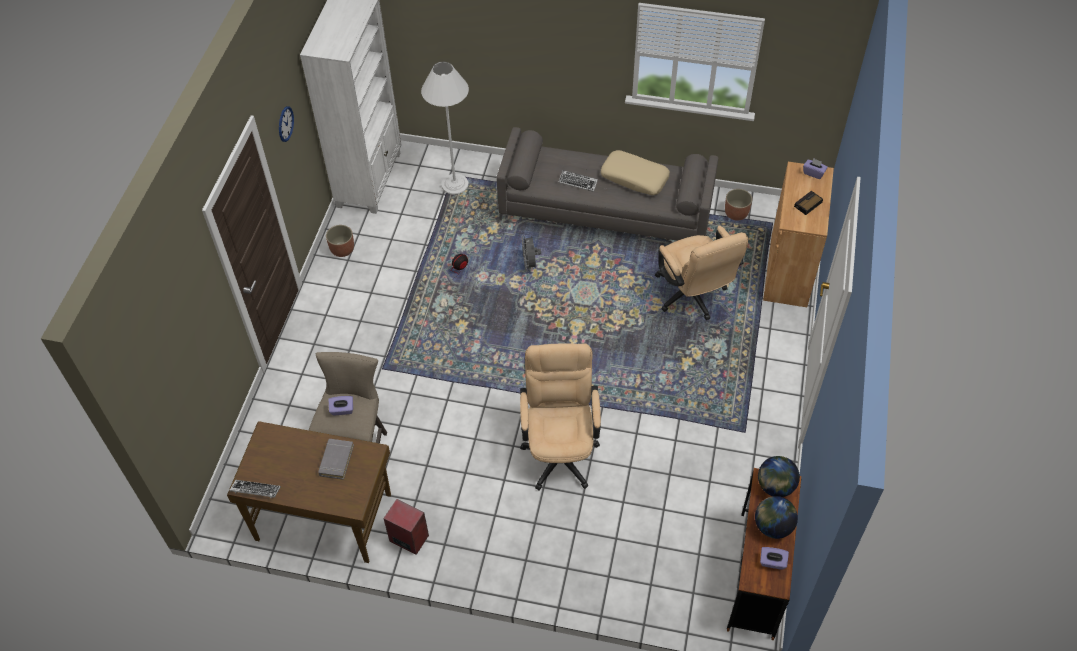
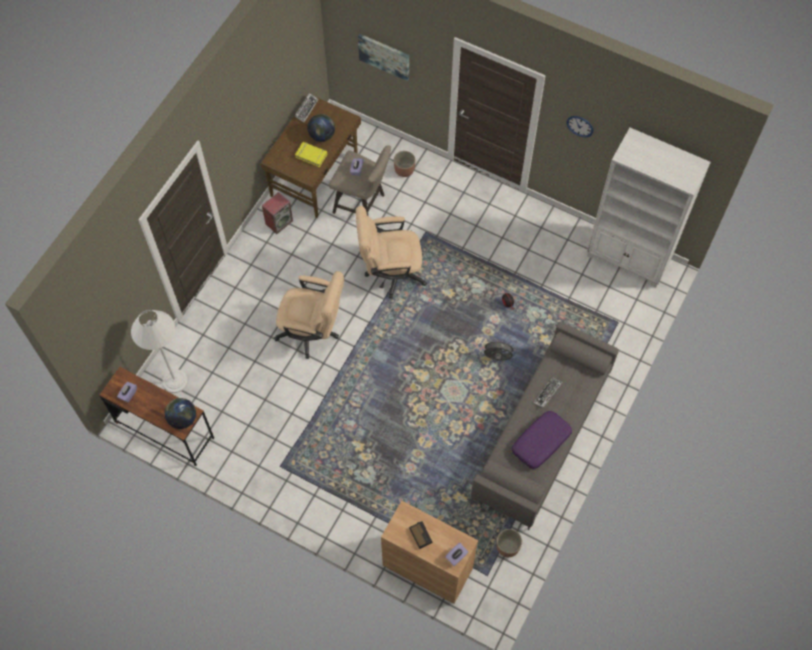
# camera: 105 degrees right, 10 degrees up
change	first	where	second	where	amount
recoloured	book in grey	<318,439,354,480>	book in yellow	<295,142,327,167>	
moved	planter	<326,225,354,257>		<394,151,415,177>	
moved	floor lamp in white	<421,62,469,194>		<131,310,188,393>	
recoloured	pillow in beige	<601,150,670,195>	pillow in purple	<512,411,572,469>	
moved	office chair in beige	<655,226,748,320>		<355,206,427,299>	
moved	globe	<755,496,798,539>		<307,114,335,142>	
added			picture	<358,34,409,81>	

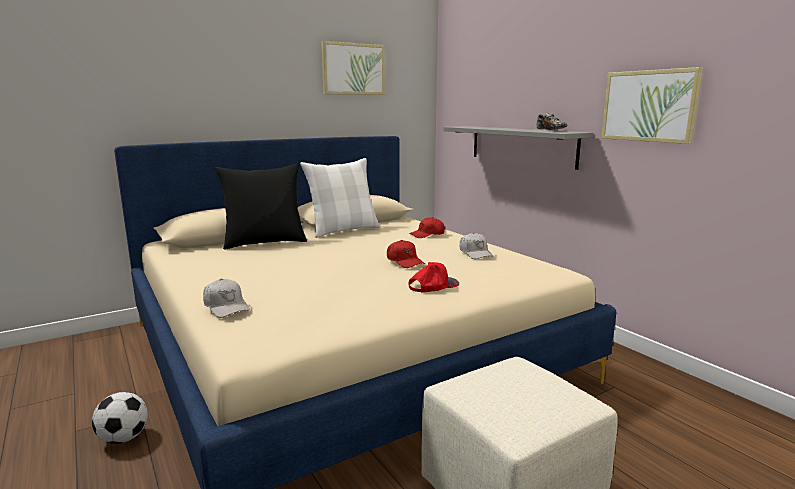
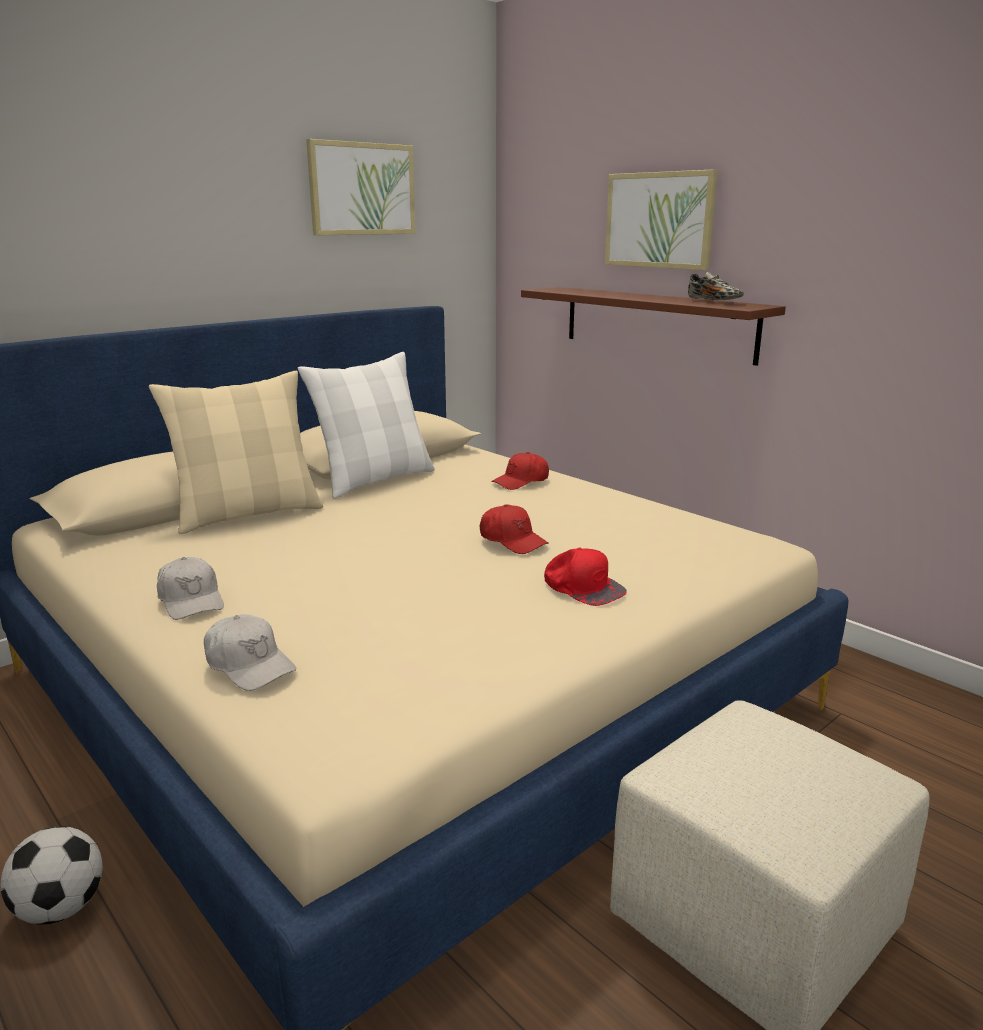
# camera: 10 degrees left, 5 degrees up
change	first	where	second	where	amount
recoloured	pillow in black	<215,164,307,250>	pillow in beige	<149,371,323,534>	
turned	cap in red	<408,262,459,293>		<544,548,627,606>	90 degrees clockwise
recoloured	shelf in grey	<444,126,593,170>	shelf in brown	<521,287,786,366>	
moved	cap in white	<460,233,494,259>		<157,557,224,620>	
moved	picture	<601,67,703,144>		<605,169,718,270>	

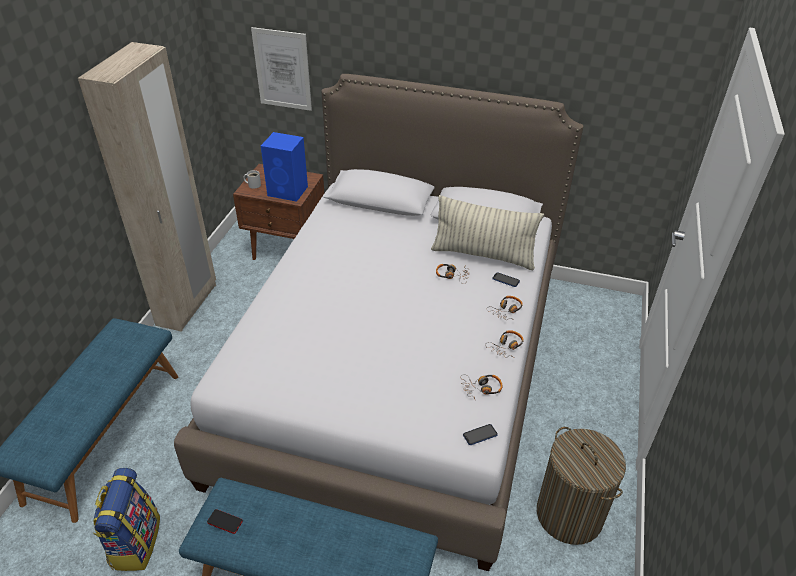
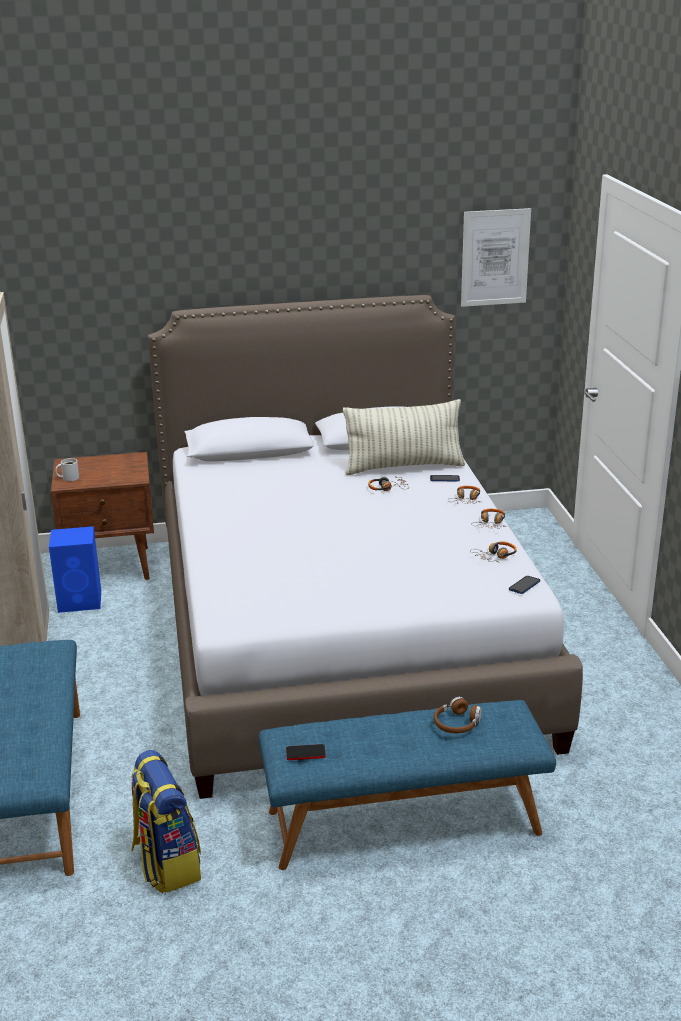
# camera: 25 degrees left, 15 degrees down
change	first	where	second	where	amount
moved	picture	<251,27,312,111>		<461,208,531,307>	
moved	speaker in blue	<261,132,308,202>		<49,526,101,613>	
removed	laundry basket	<537,427,626,545>			
added			headphones in brown	<434,697,482,733>	

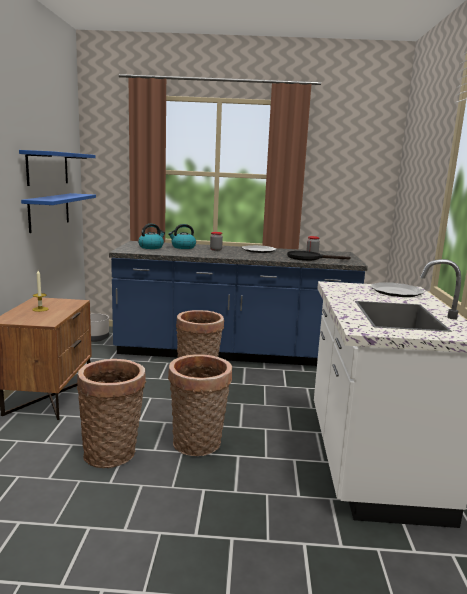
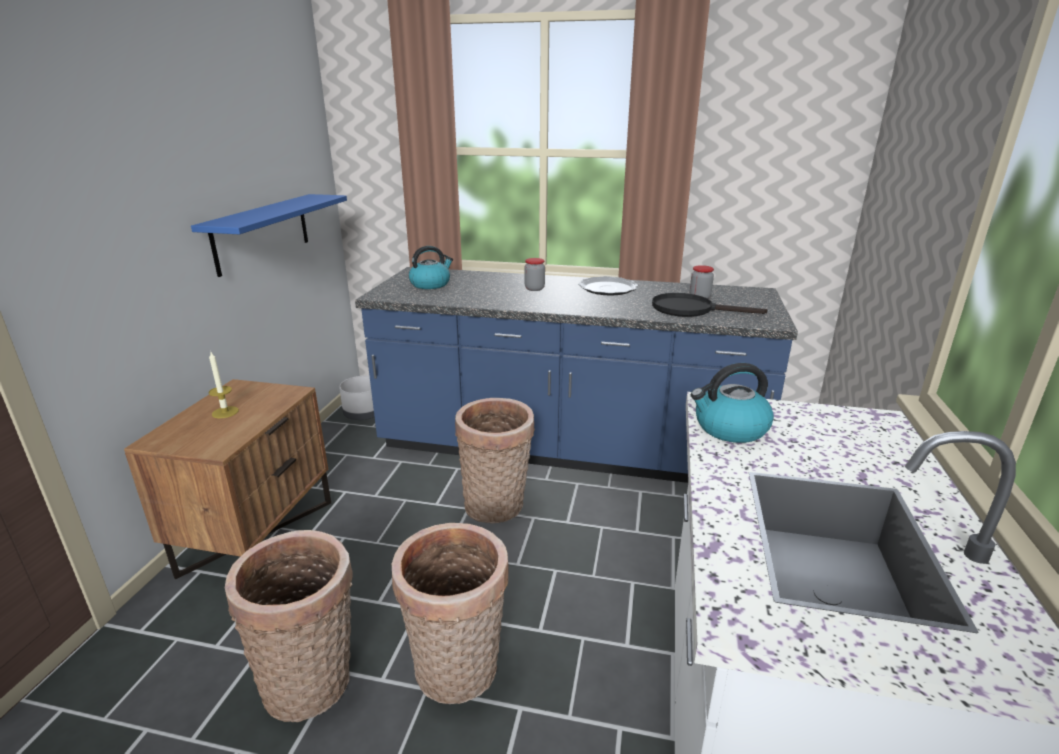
# camera: 10 degrees right, 10 degrees up
change	first	where	second	where	amount
removed	shelf in blue	<19,150,96,186>			
moved	kettle	<168,224,196,249>		<691,363,774,443>	
removed	plate	<371,282,424,297>			

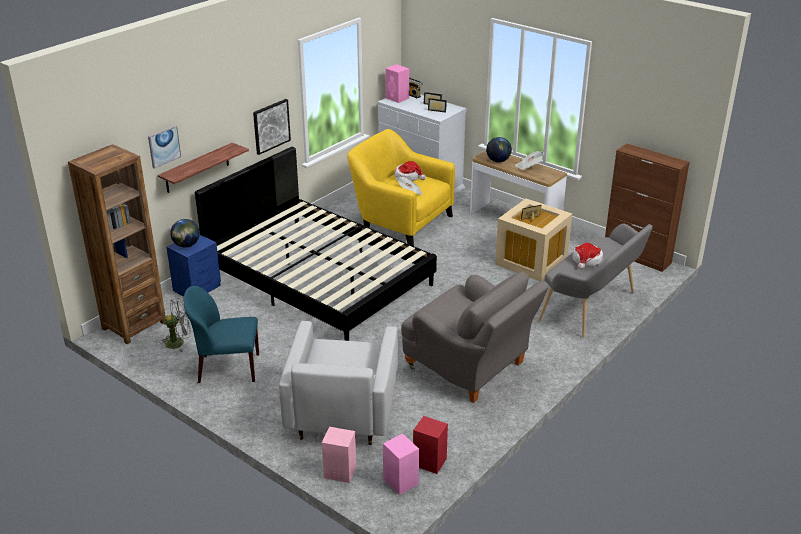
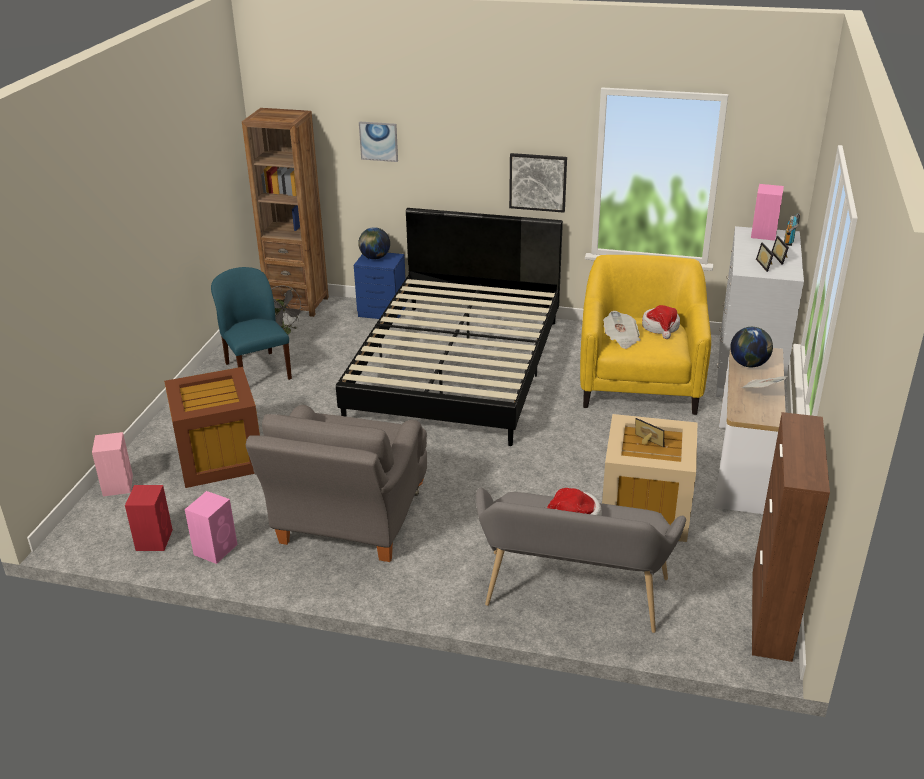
# camera: 65 degrees right, 0 degrees up
change	first	where	second	where	amount
removed	shelf	<158,143,249,193>			
replaced	armchair in white	<279,321,398,445>	storage box in brown	<164,367,260,488>	
moved	speaker in pink	<383,433,419,495>		<185,491,238,564>	

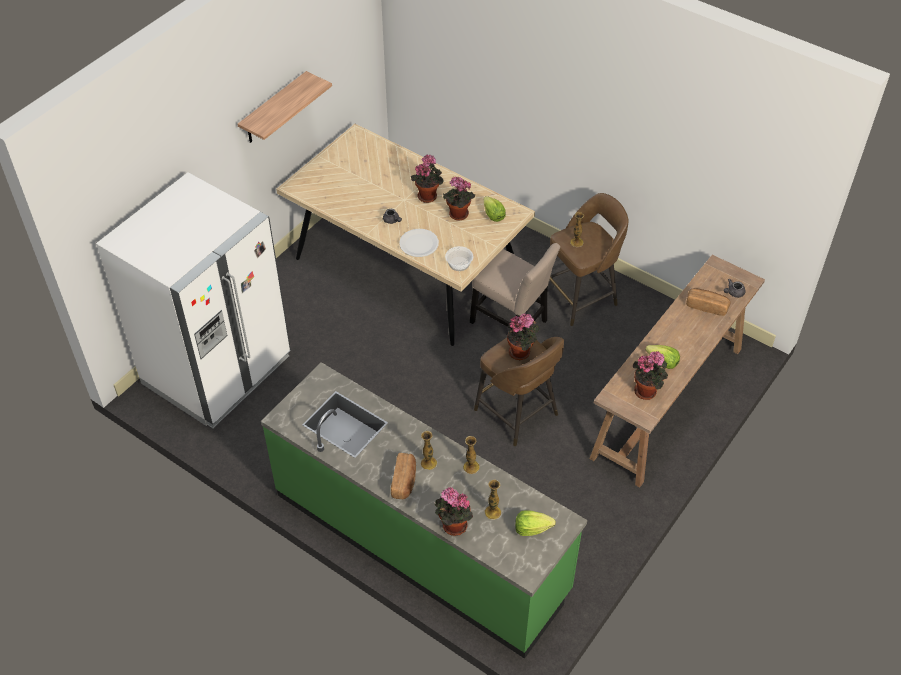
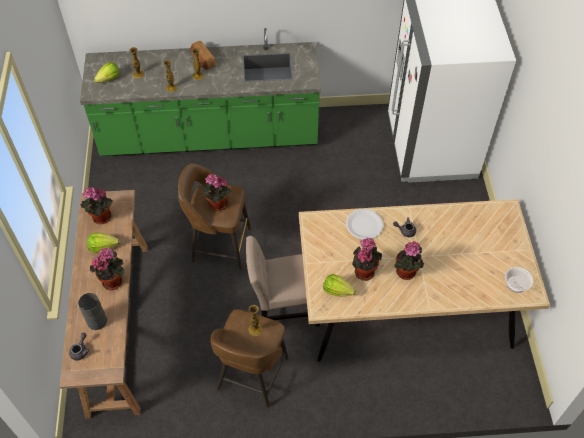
# camera: 140 degrees right, 5 degrees up
change	first	where	second	where	amount
removed	shelf	<238,71,332,143>			
moved	potted plant	<435,487,473,536>		<90,248,124,290>	
moved	bowl	<445,246,474,271>		<505,267,533,293>	
replaced	bread	<686,288,730,316>	vase in grey	<78,293,107,330>	

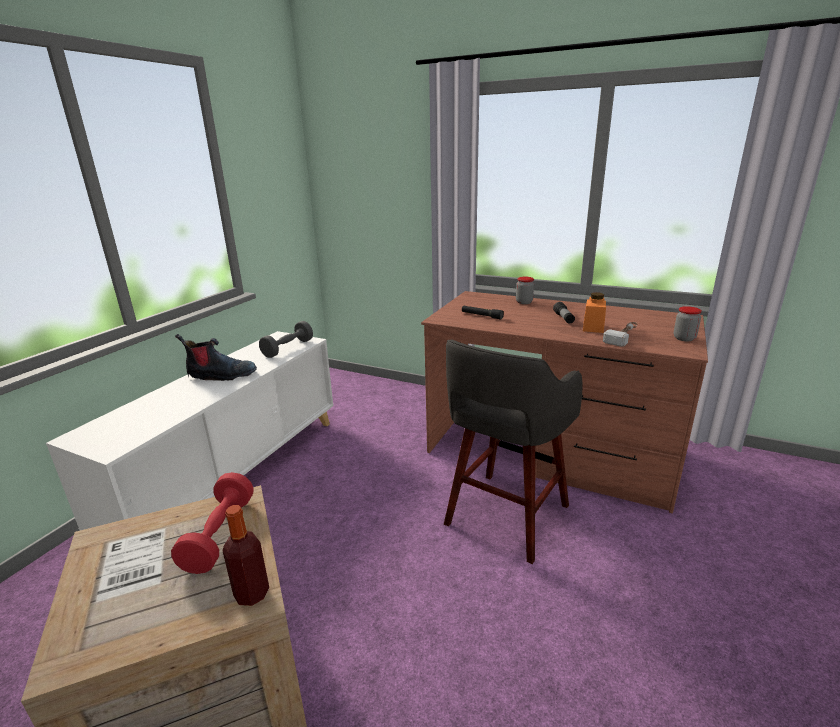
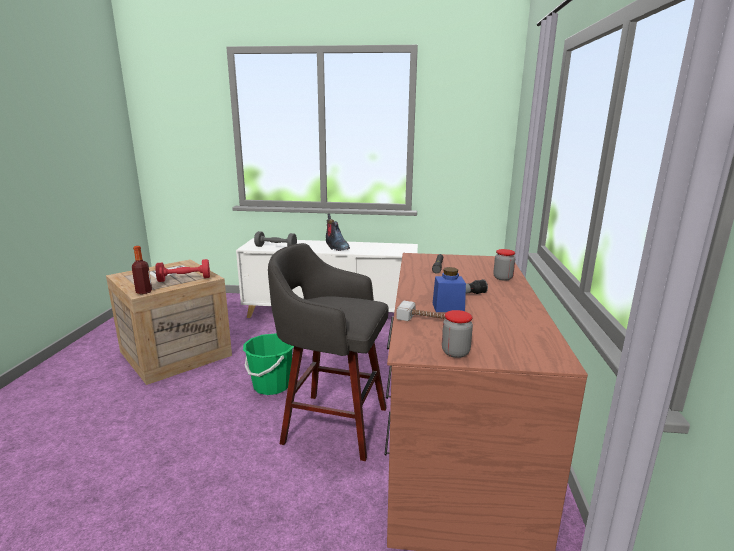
# camera: 70 degrees right, 5 degrees down
change	first	where	second	where	amount
moved	dumbbell in grey	<259,321,313,358>		<254,231,297,247>	
recoloured	jar in orange	<583,292,606,333>	jar in blue	<433,267,466,312>	
added			bucket in green	<243,333,294,395>	

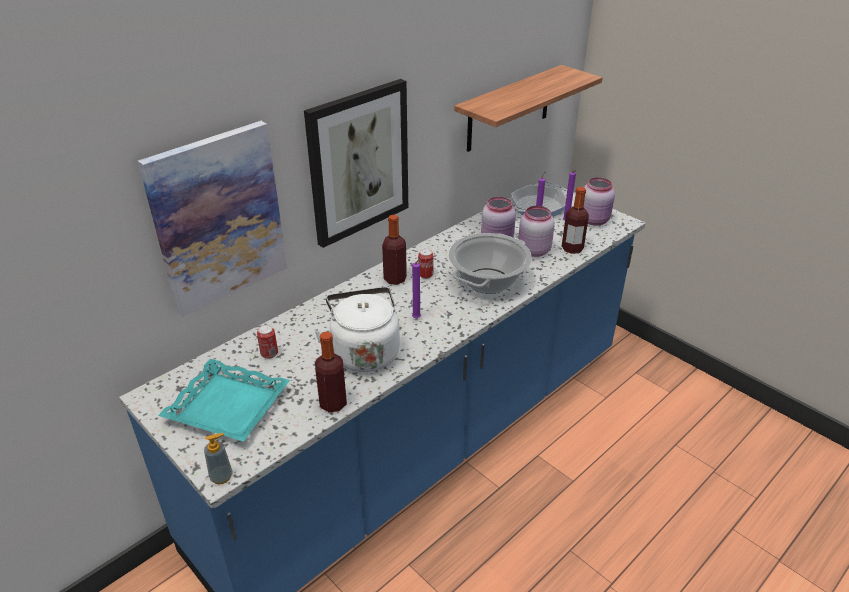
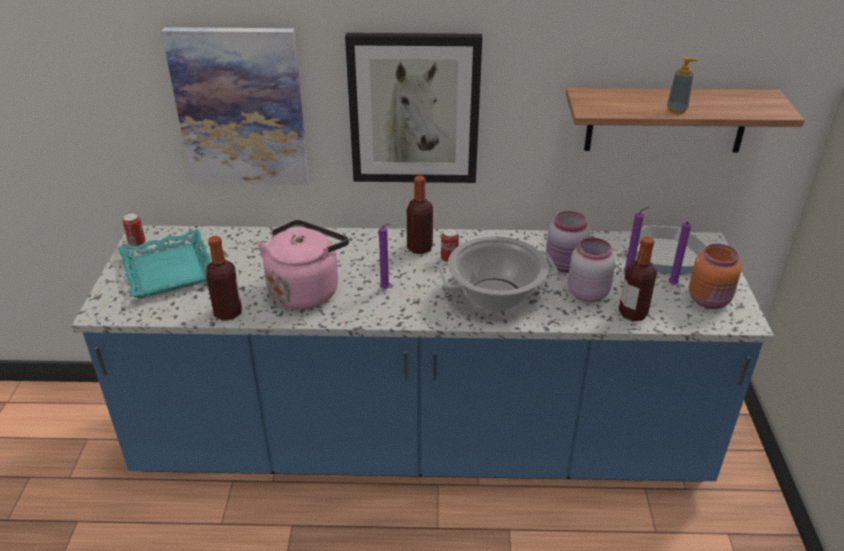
# camera: 45 degrees right, 0 degrees up
change	first	where	second	where	amount
moved	soap dispenser	<204,433,232,485>		<667,57,699,114>	
moved	can	<257,325,278,359>		<123,213,145,246>	
recoloured	kettle in white	<314,287,400,372>	kettle in pink	<257,220,349,310>	
recoloured	jar in pink	<584,177,615,226>	jar in orange	<689,244,741,309>	

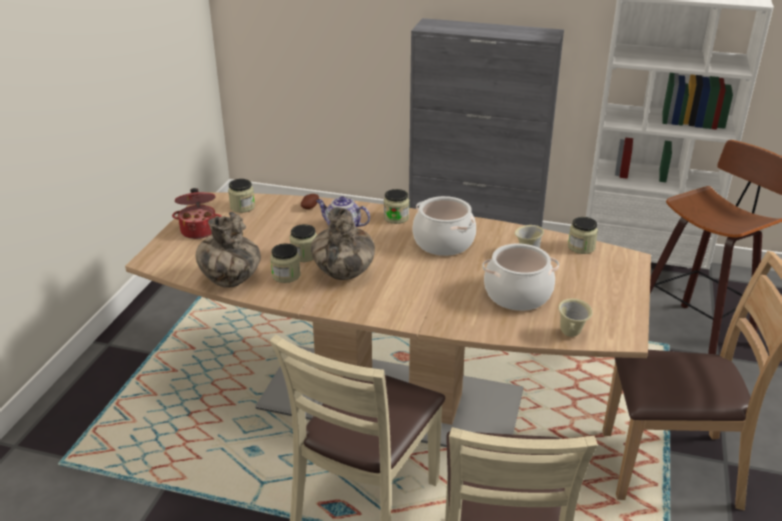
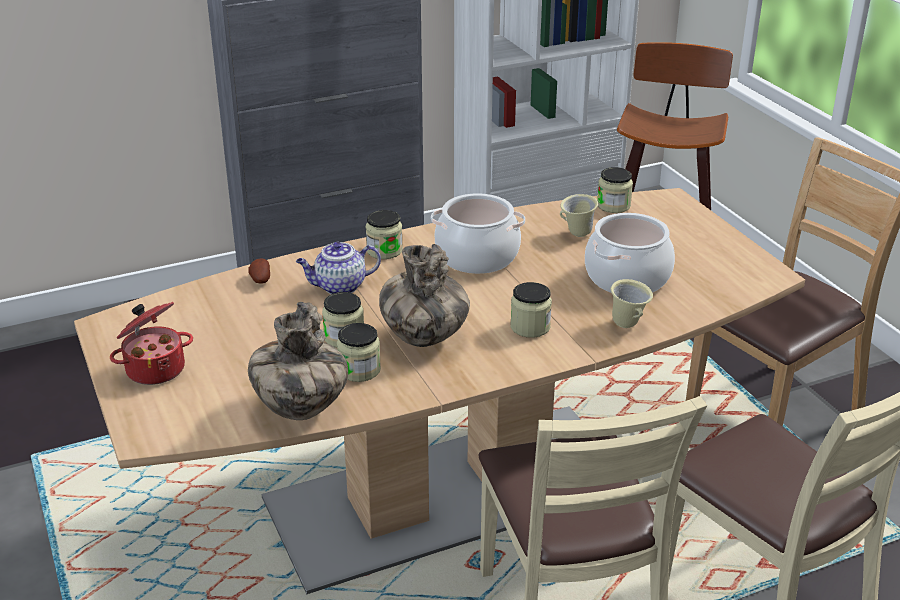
# camera: 40 degrees left, 0 degrees up
change	first	where	second	where	amount
moved	jar	<228,179,255,213>		<510,282,552,338>	
moved	mug in beige	<558,298,593,337>		<611,279,653,328>	

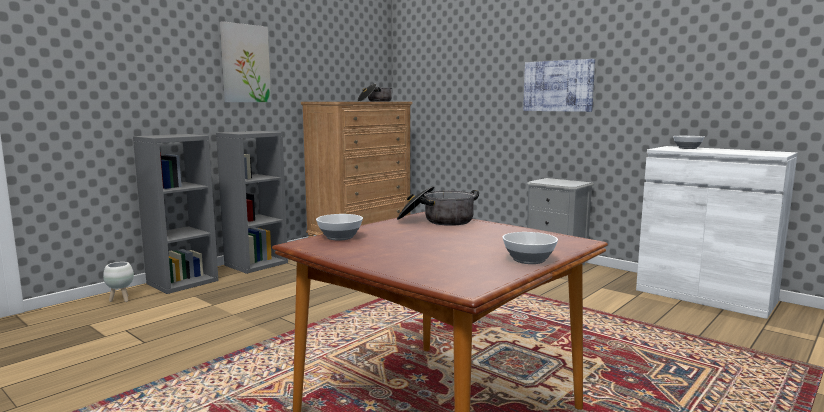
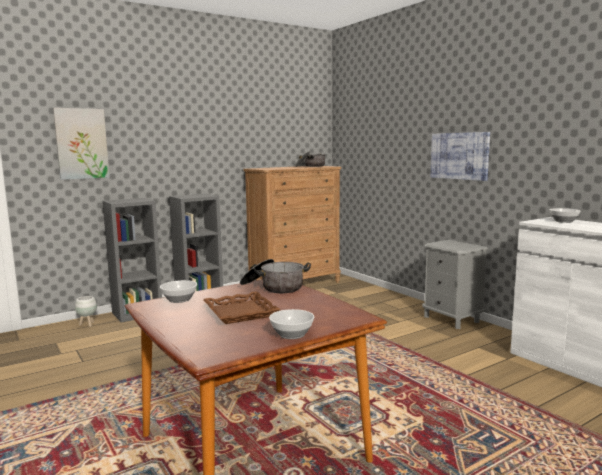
# camera: 15 degrees right, 0 degrees up
change	first	where	second	where	amount
moved	picture	<220,21,271,102>		<53,108,109,180>	
added			tray in brown	<203,291,281,324>	

